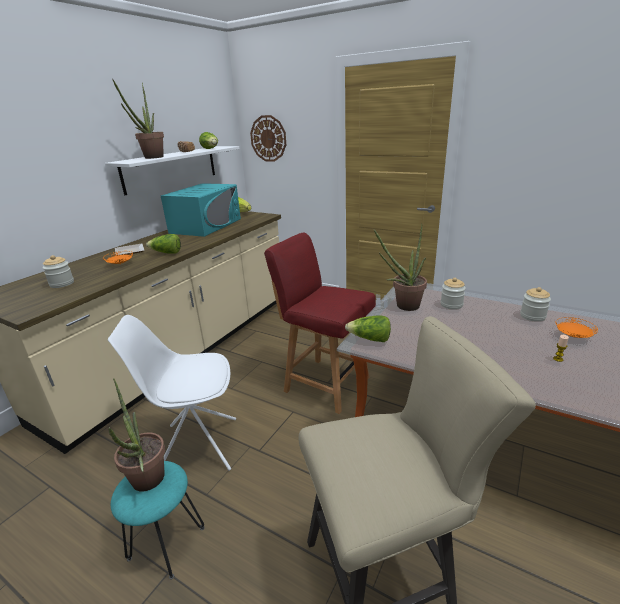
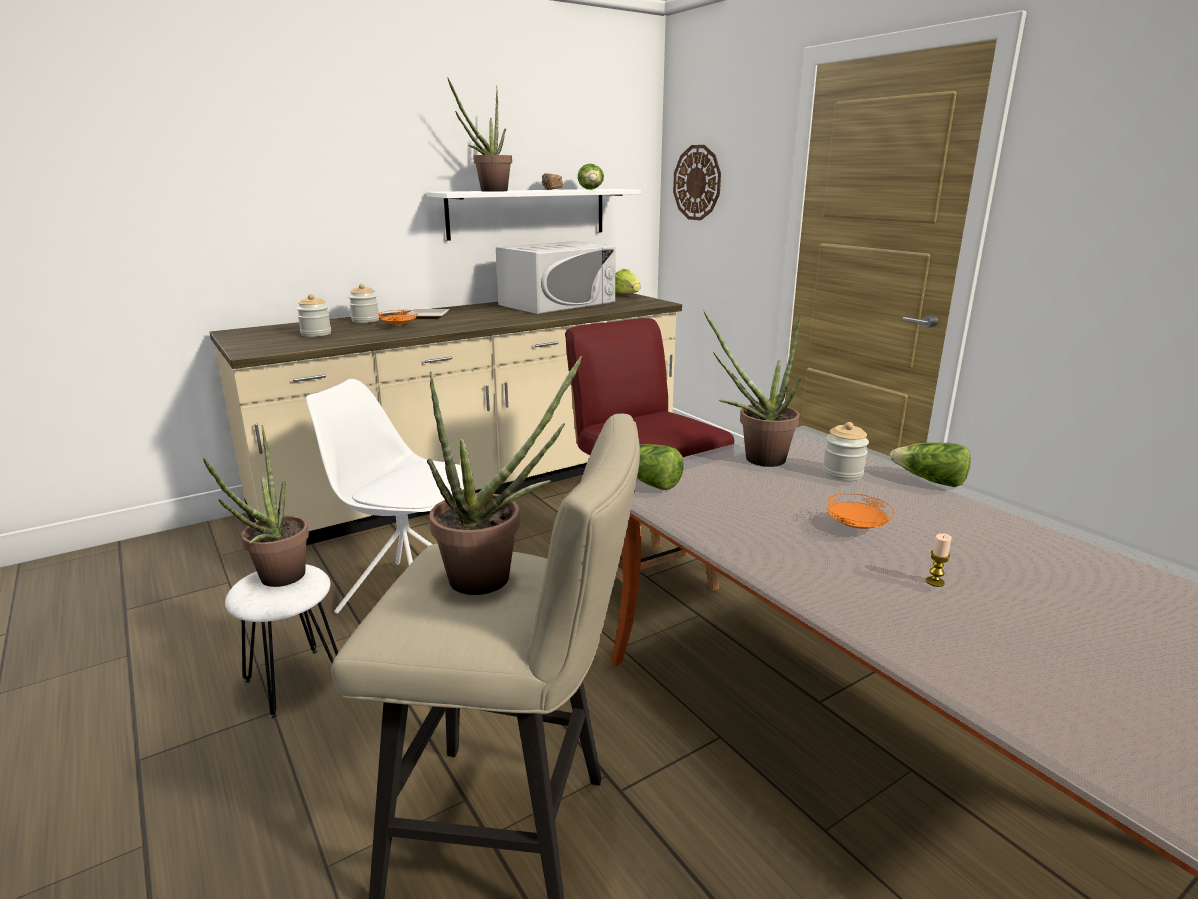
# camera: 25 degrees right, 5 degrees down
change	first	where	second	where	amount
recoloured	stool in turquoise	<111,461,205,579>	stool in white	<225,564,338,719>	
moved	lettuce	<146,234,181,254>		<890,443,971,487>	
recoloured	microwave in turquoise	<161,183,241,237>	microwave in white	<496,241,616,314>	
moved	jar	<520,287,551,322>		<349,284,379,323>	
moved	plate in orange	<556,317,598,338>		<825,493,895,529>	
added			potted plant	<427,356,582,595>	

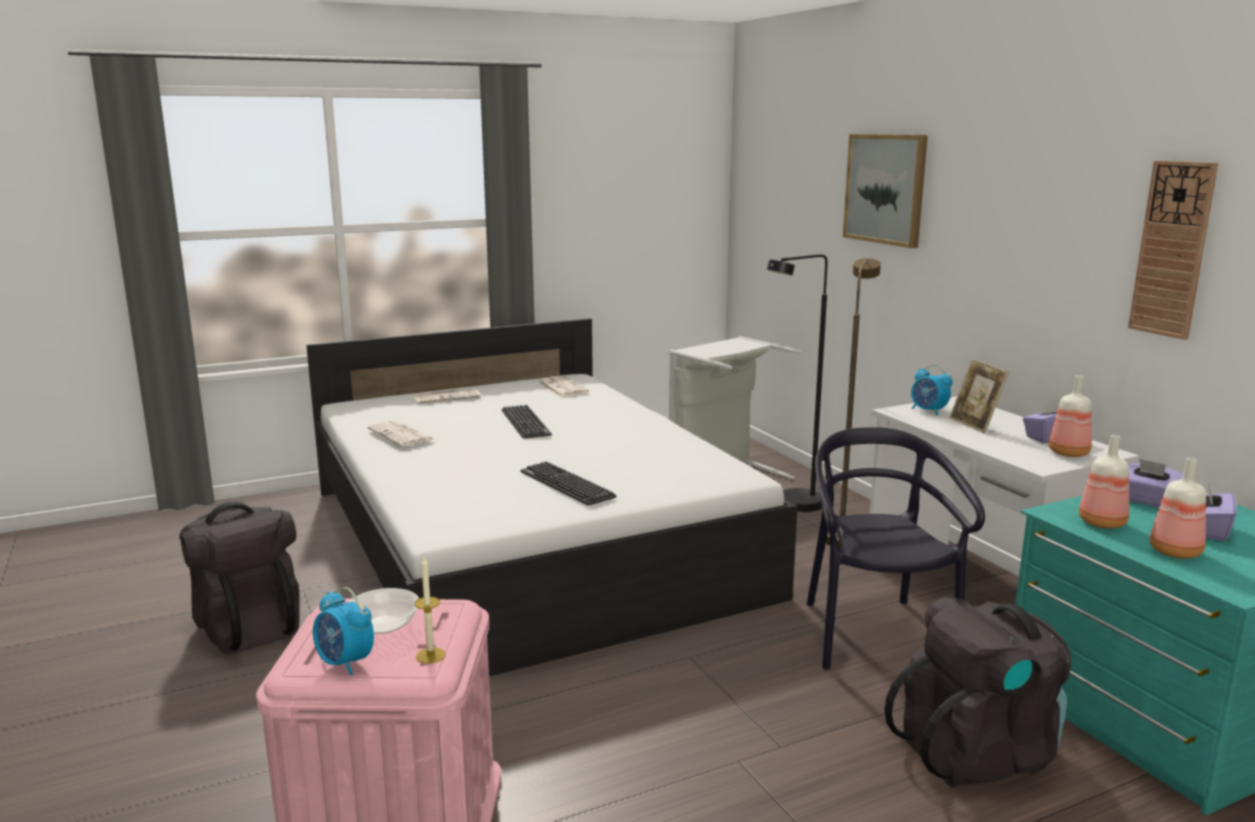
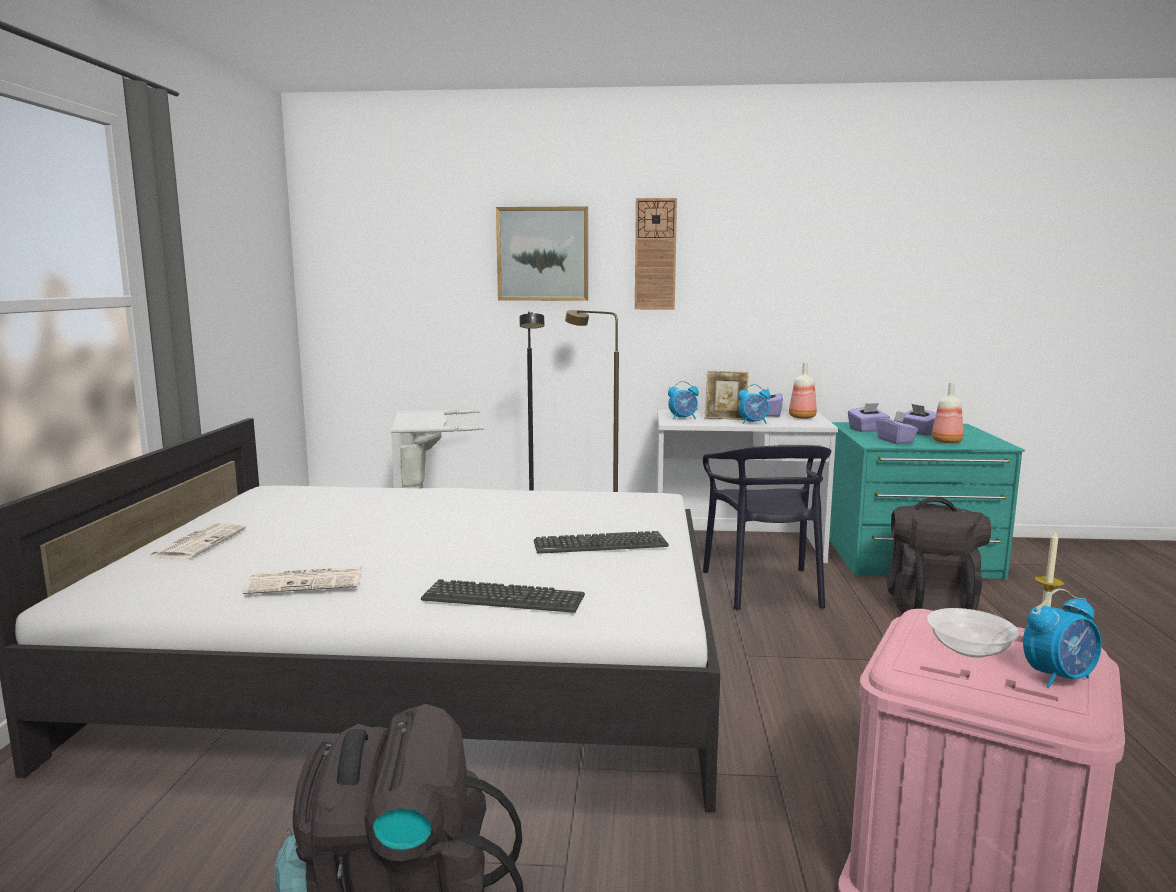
# camera: 60 degrees left, 5 degrees down
change	first	where	second	where	amount
moved	keyboard	<502,405,552,438>		<421,579,585,613>	
removed	newspaper	<537,375,589,397>			
turned	chair in black	<807,427,985,670>		<703,445,831,610>	120 degrees counterclockwise
replaced	bottle	<1079,435,1129,529>	tissue box in purple	<876,411,918,444>	
moved	wall clock	<1128,160,1218,340>		<635,198,677,309>	
added			alarm clock	<738,384,771,424>	

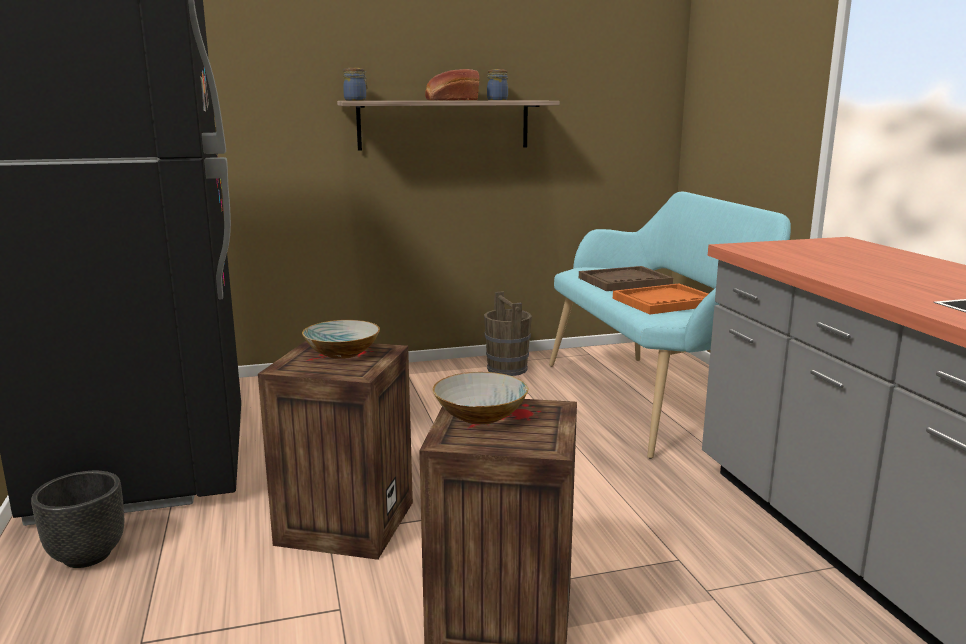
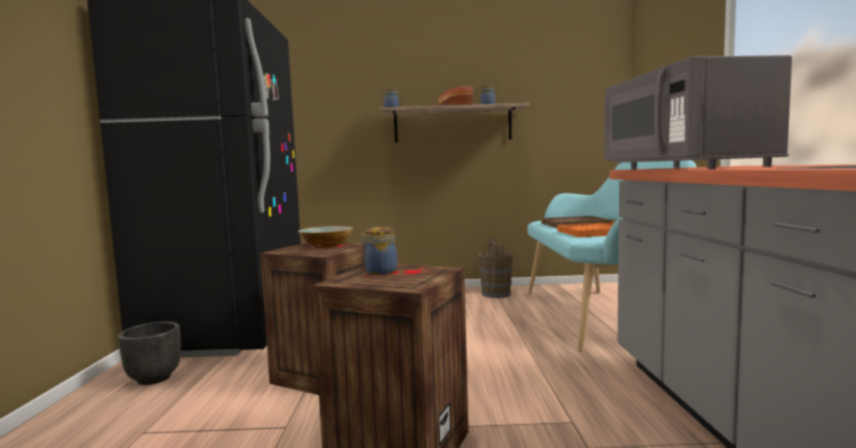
# camera: 15 degrees right, 10 degrees down
change	first	where	second	where	amount
replaced	bowl	<433,372,528,425>	jar	<361,227,397,275>	
added			microwave in grey	<604,55,792,169>	

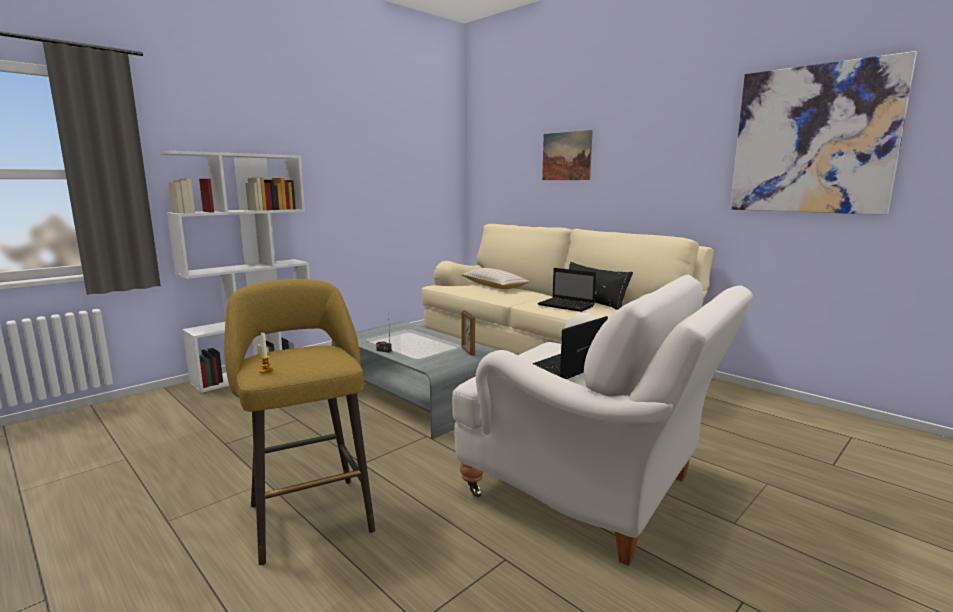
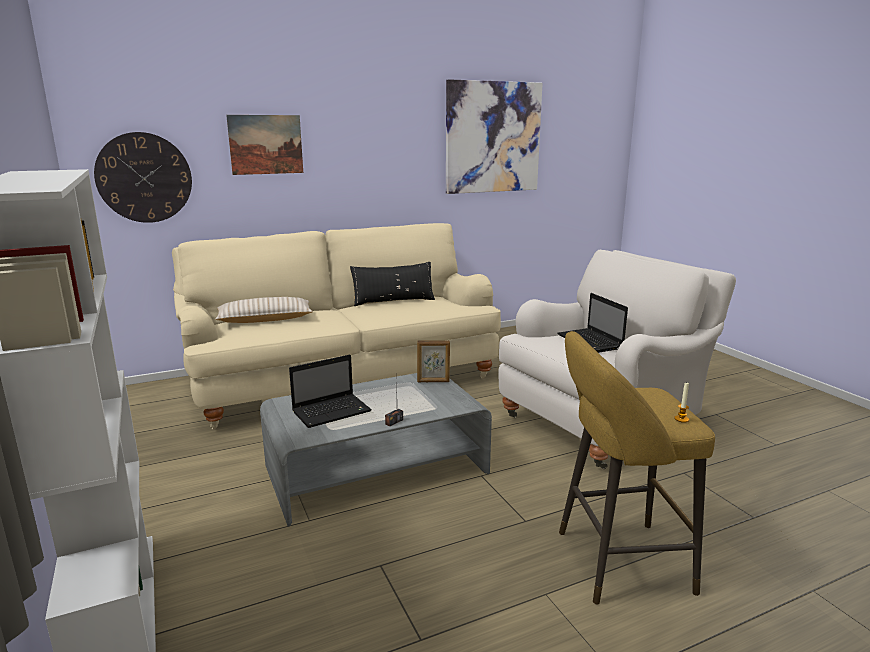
# camera: 70 degrees left, 5 degrees up
change	first	where	second	where	amount
moved	laptop	<537,268,596,312>		<289,355,372,428>	
added			wall clock	<94,132,192,223>	

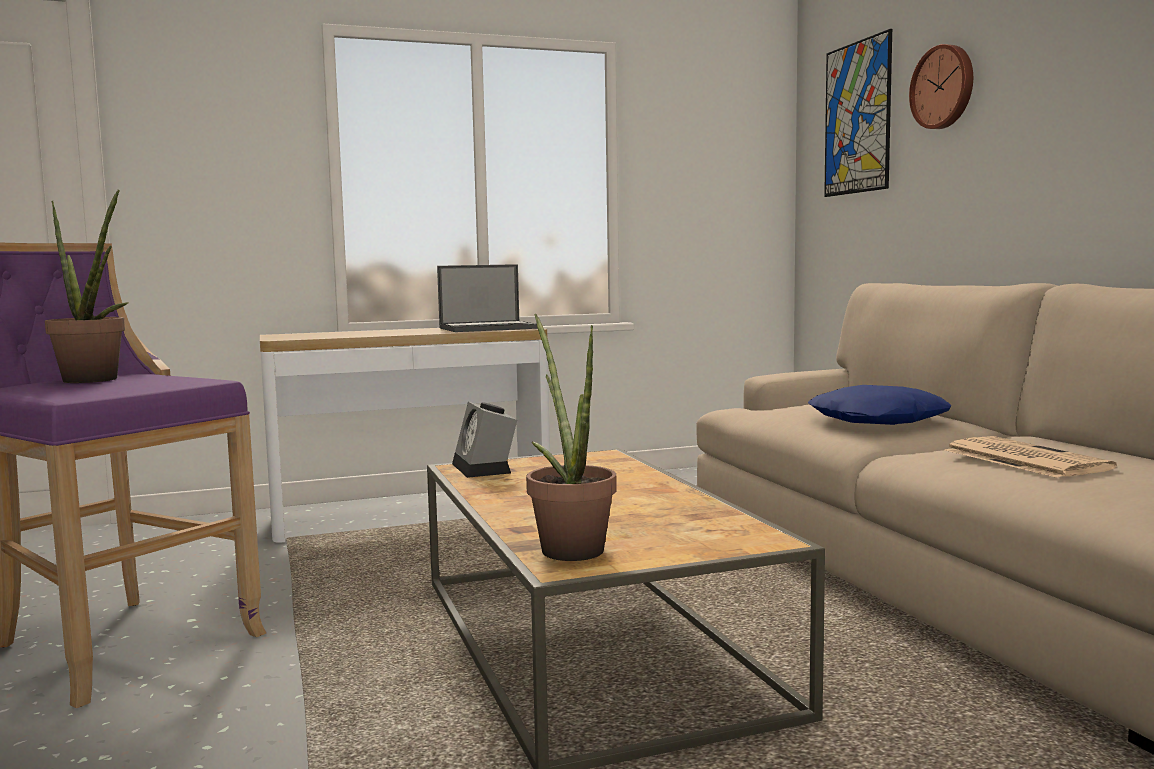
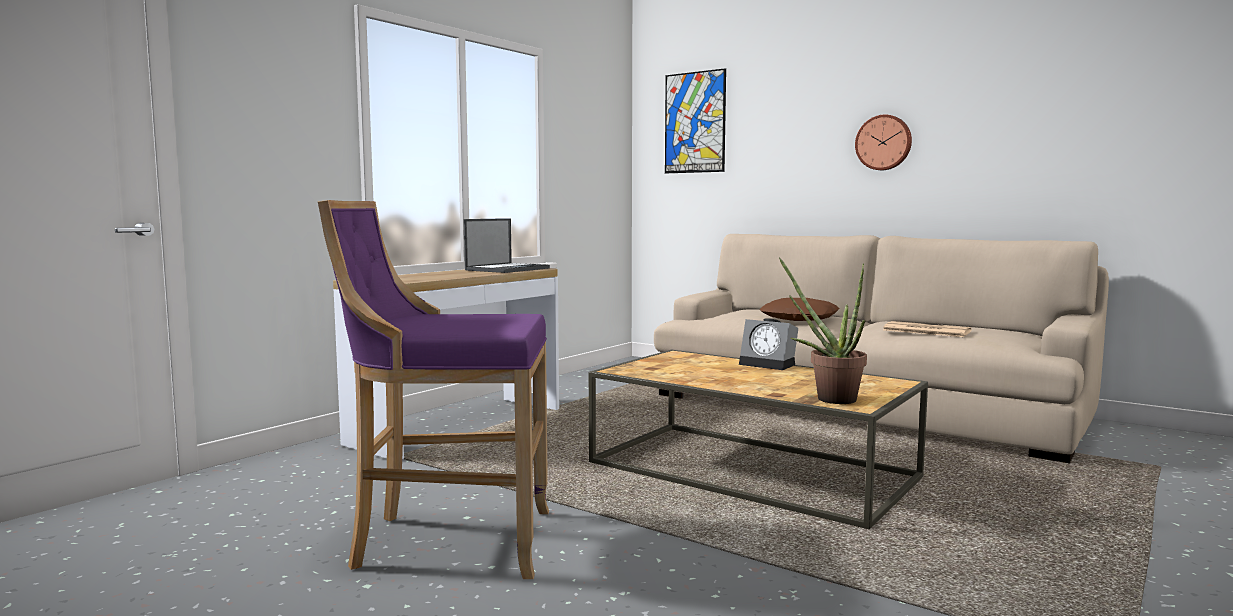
# camera: 35 degrees left, 0 degrees up
change	first	where	second	where	amount
removed	potted plant	<45,189,128,383>			
moved	alarm clock	<452,402,517,478>		<739,318,798,370>	
recoloured	pillow in blue	<808,385,951,425>	pillow in brown	<760,298,840,321>	
moved	wall clock	<909,44,973,129>		<855,115,912,170>	

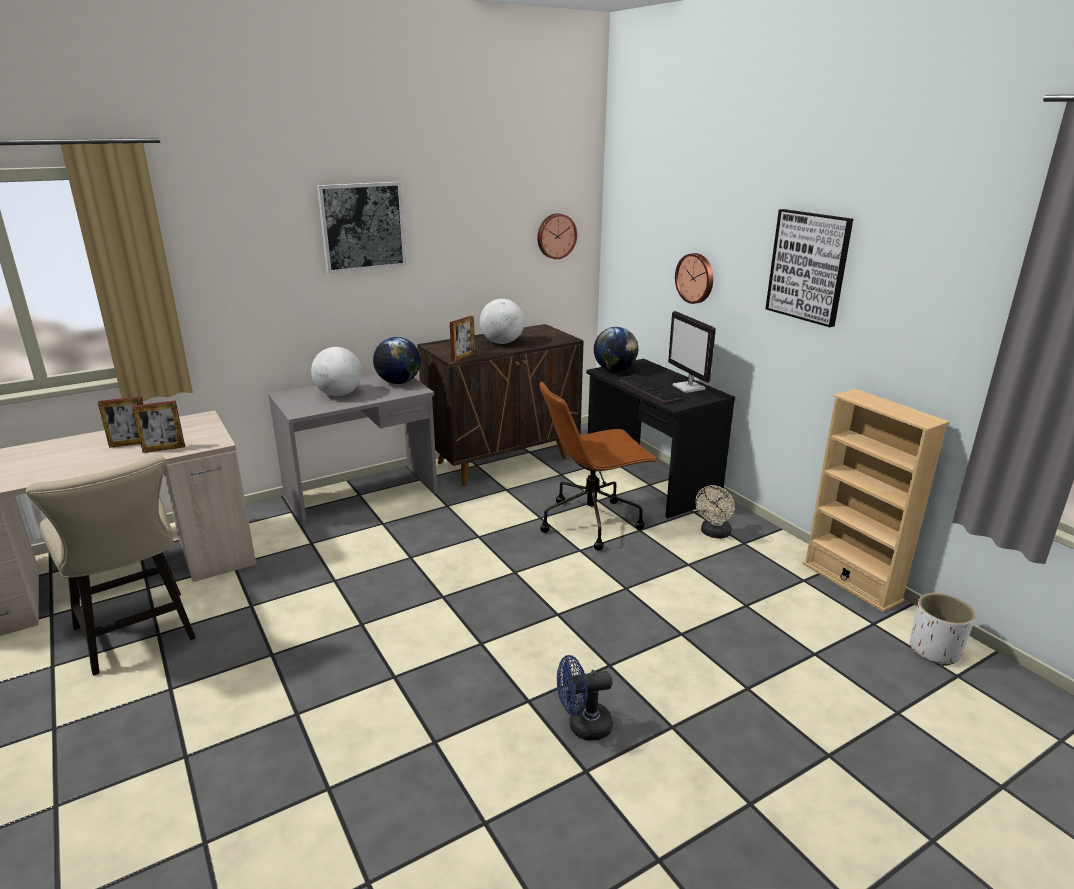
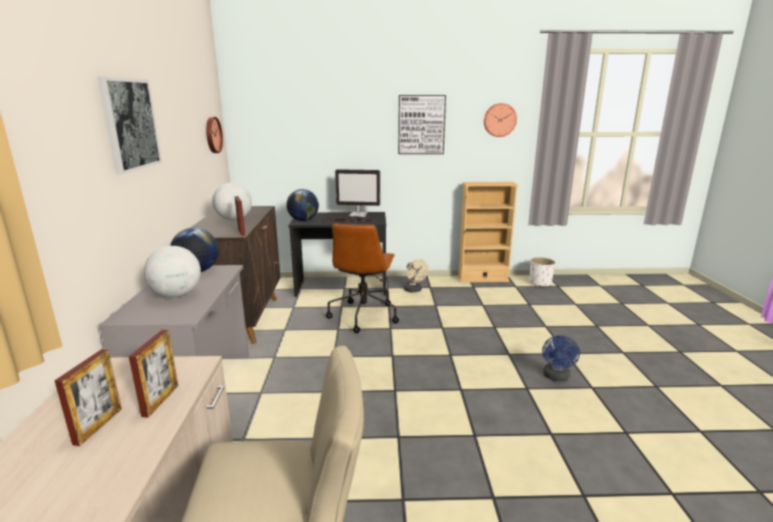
# camera: 60 degrees left, 5 degrees down
change	first	where	second	where	amount
moved	wall clock	<675,253,713,304>		<484,103,517,137>	

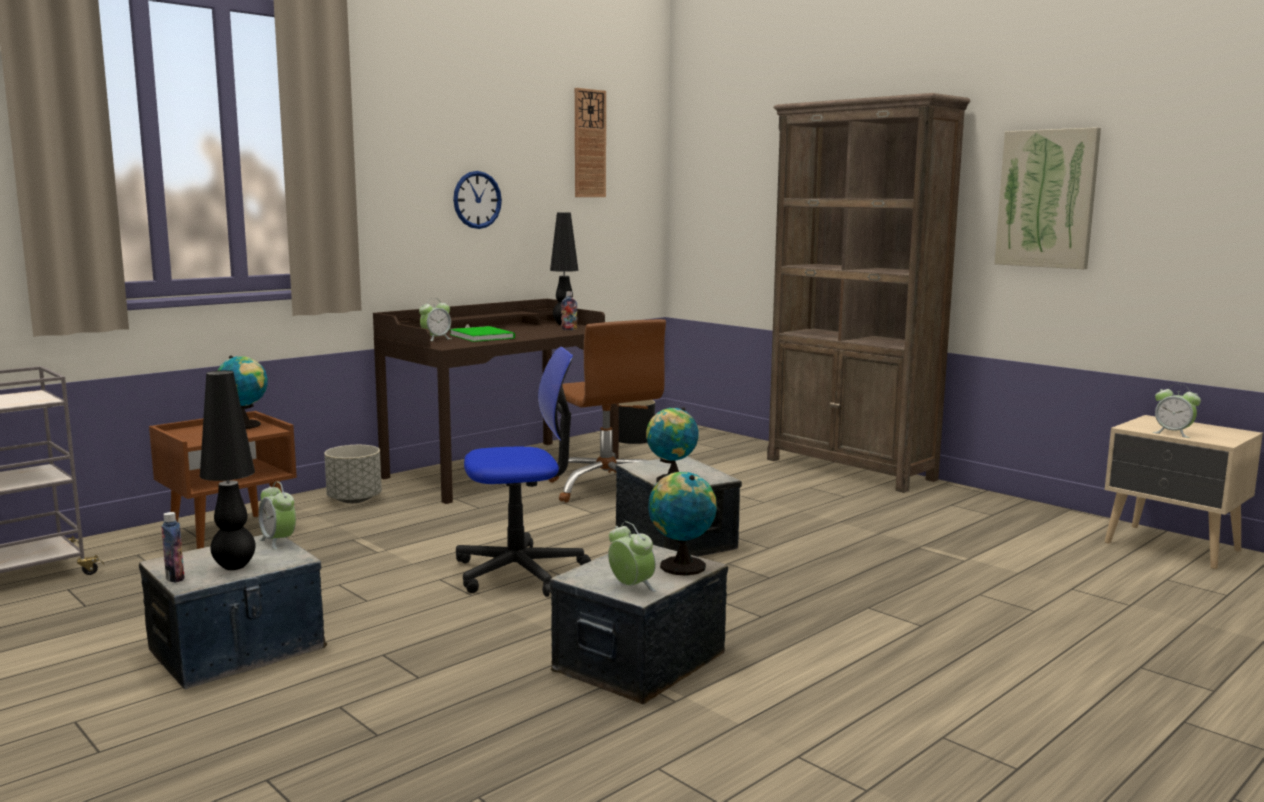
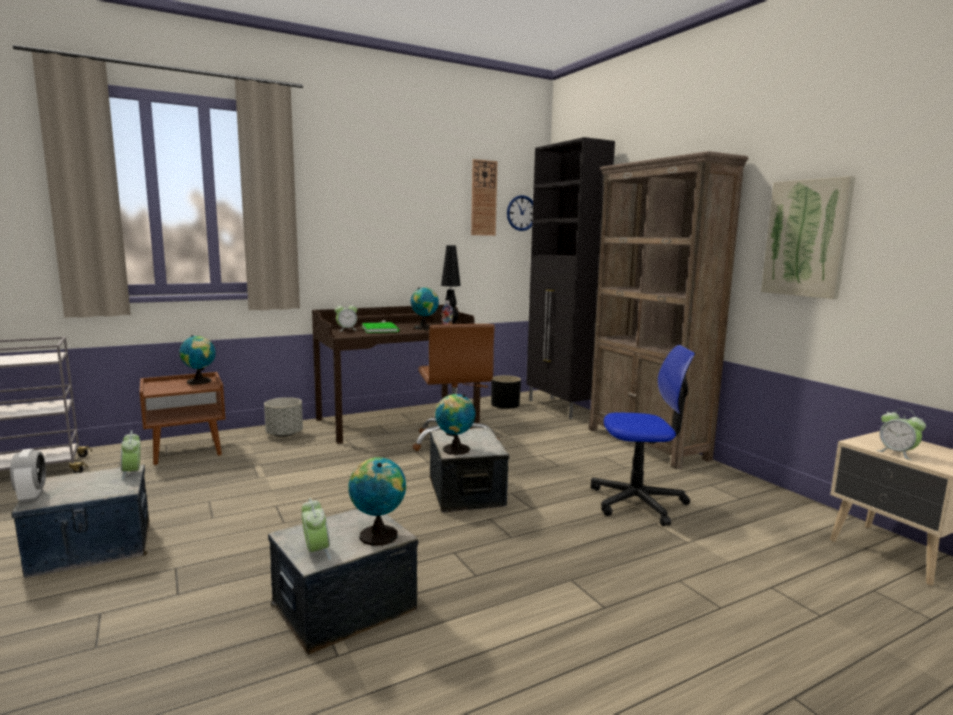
# camera: 15 degrees right, 0 degrees up
change	first	where	second	where	amount
replaced	bottle	<161,512,185,583>	alarm clock	<10,449,46,503>	
removed	table lamp in black	<200,370,255,570>			
moved	wall clock	<453,171,502,229>		<507,195,533,231>	
moved	office chair	<456,347,591,597>		<591,345,695,526>	
added			globe	<411,287,439,329>	
added			cabinet in black	<526,137,615,419>	

